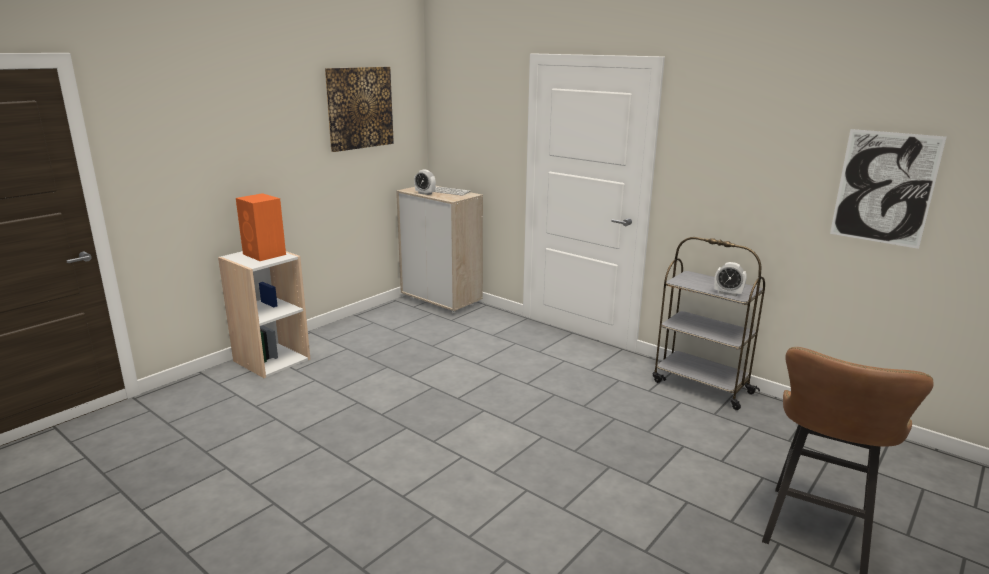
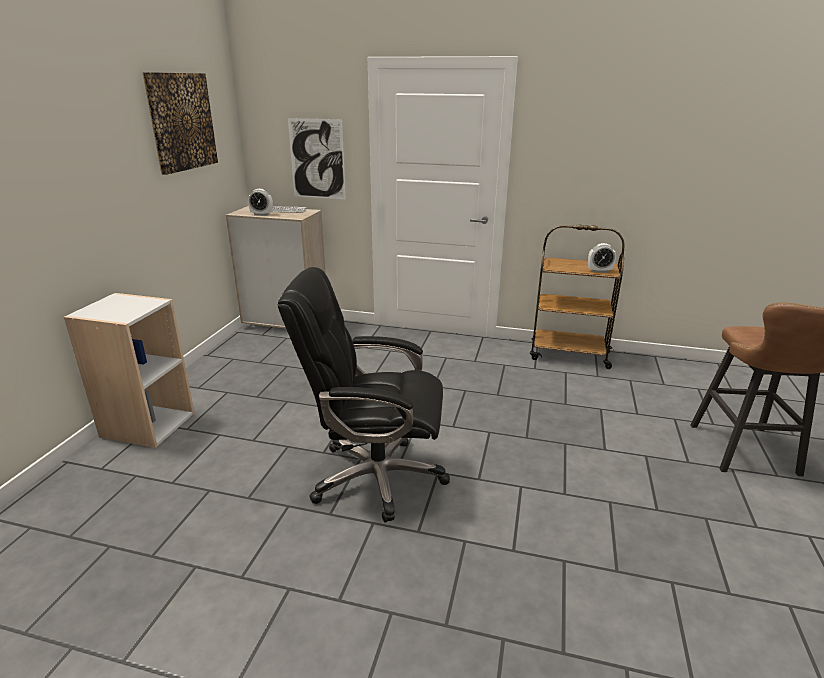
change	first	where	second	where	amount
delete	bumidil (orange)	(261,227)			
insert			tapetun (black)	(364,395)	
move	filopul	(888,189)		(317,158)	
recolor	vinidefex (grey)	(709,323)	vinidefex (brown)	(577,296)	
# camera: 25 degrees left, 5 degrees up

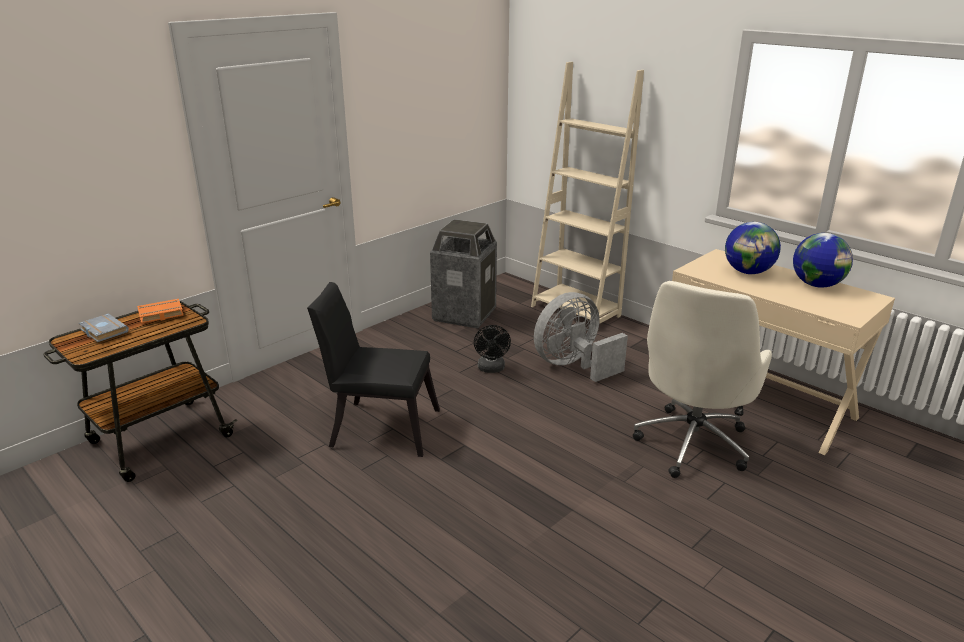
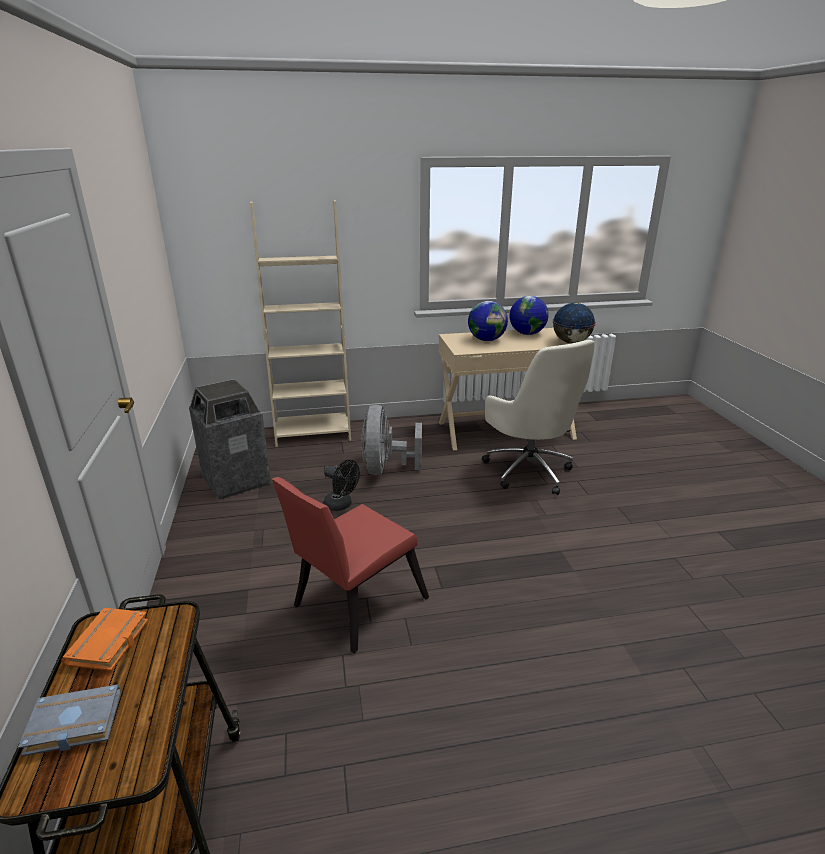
change	first	where	second	where	amount
insert			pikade	(574,323)	
recolor	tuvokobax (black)	(373,369)	tuvokobax (red)	(350,565)	
# camera: 55 degrees left, 0 degrees up

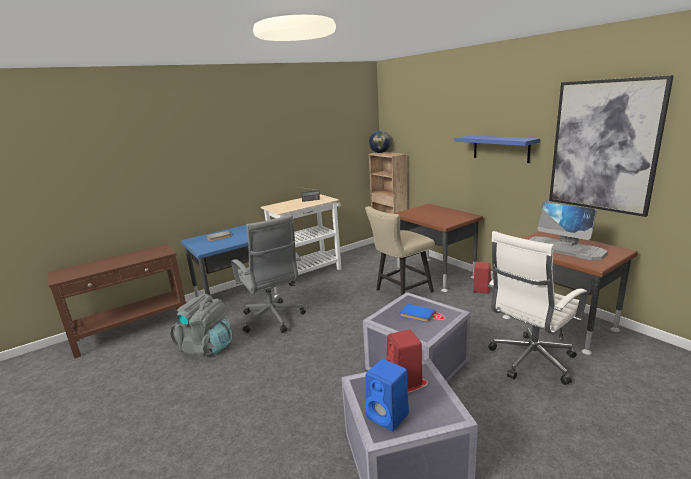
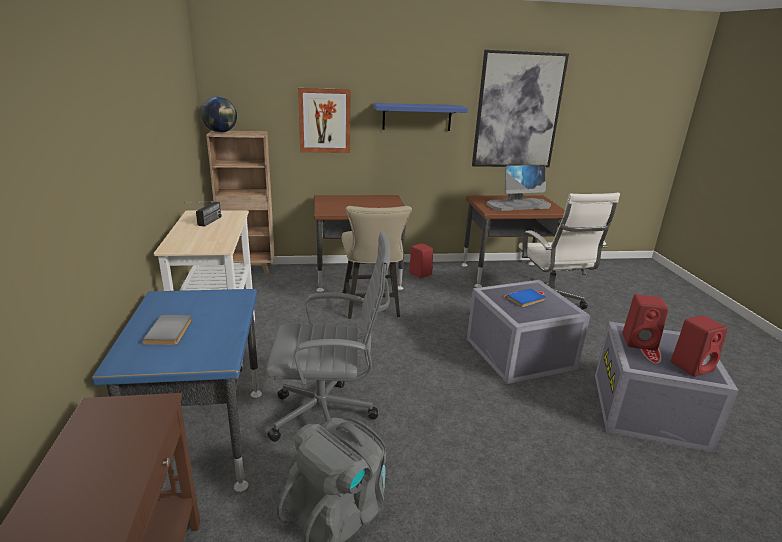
change	first	where	second	where	amount
insert			filopul	(324,120)	
recolor	bumidil (blue)	(387,395)	bumidil (red)	(699,346)	
# camera: 65 degrees left, 5 degrees up

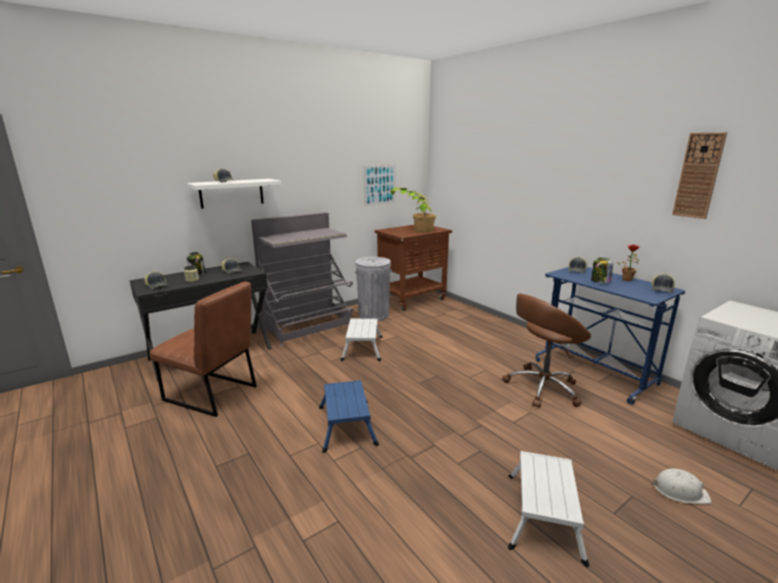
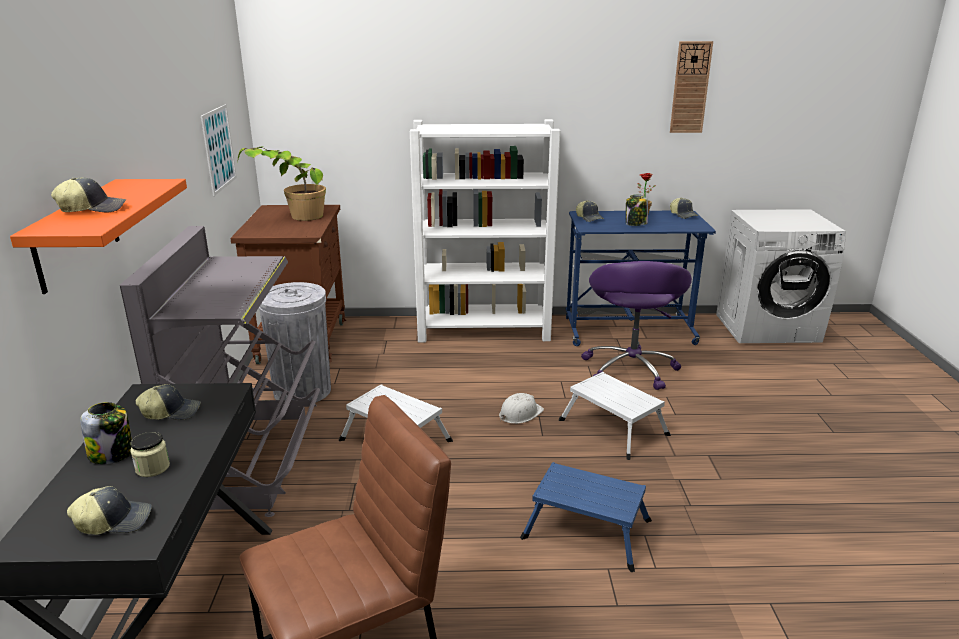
change	first	where	second	where	amount
insert			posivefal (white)	(485,231)	
move	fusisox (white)	(549,509)		(615,416)	
move	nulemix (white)	(681,486)		(521,408)	
recolor	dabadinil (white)	(234,194)	dabadinil (orange)	(98,236)	
recolor	tapetun (brown)	(546,350)	tapetun (purple)	(636,325)	
# camera: 55 degrees left, 5 degrees up

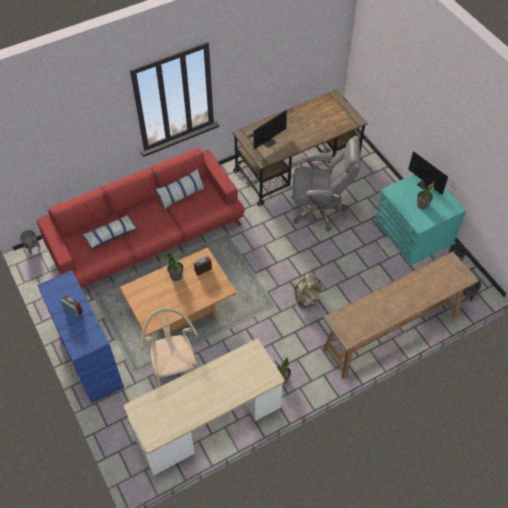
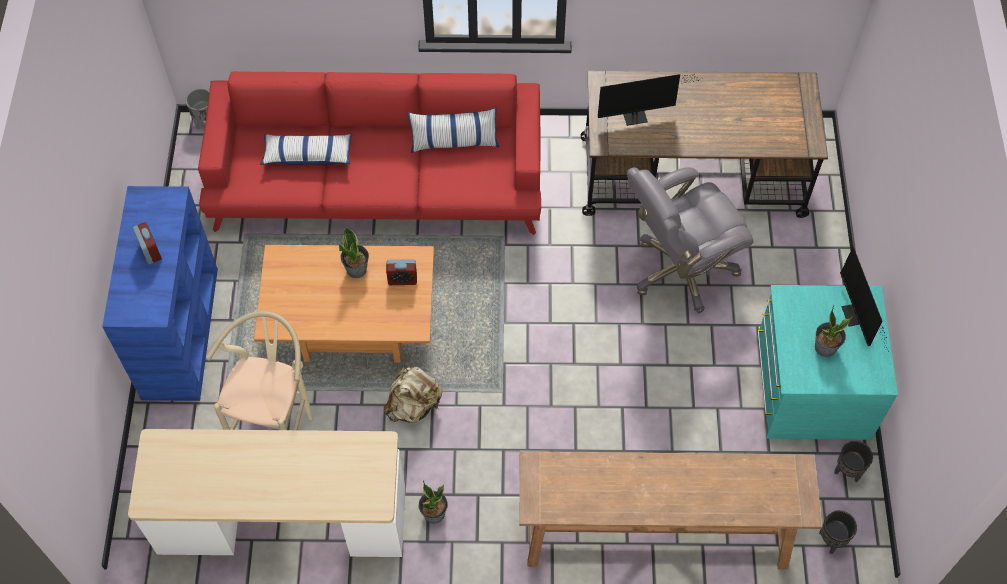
change	first	where	second	where	amount
move	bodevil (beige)	(307,291)		(413,394)	
rotate	tapetun (grey)	(326,183)		(690,240)	120 degrees clockwise
# camera: 30 degrees right, 5 degrees up

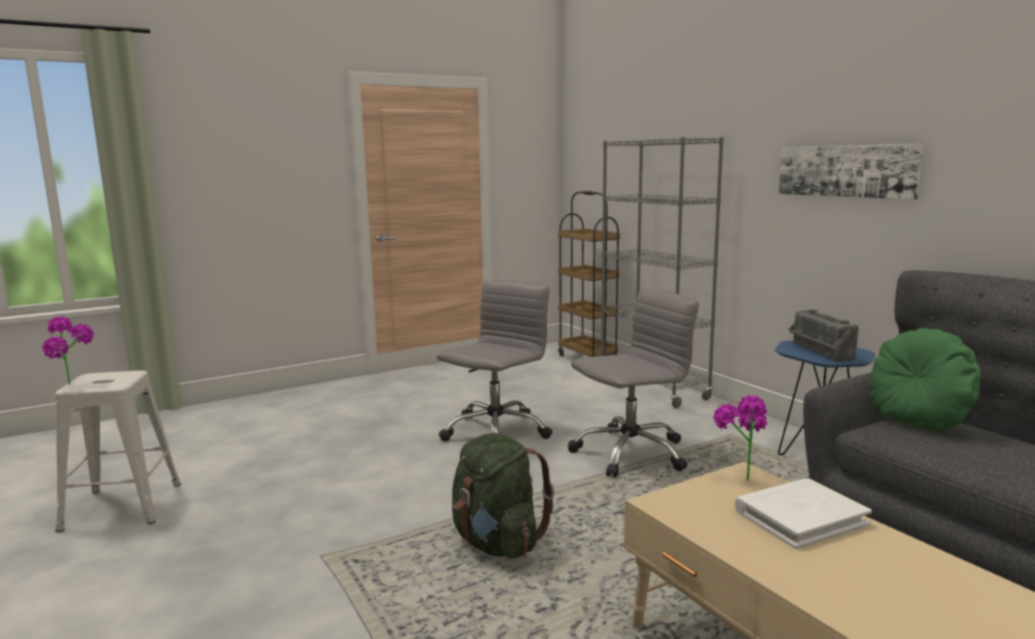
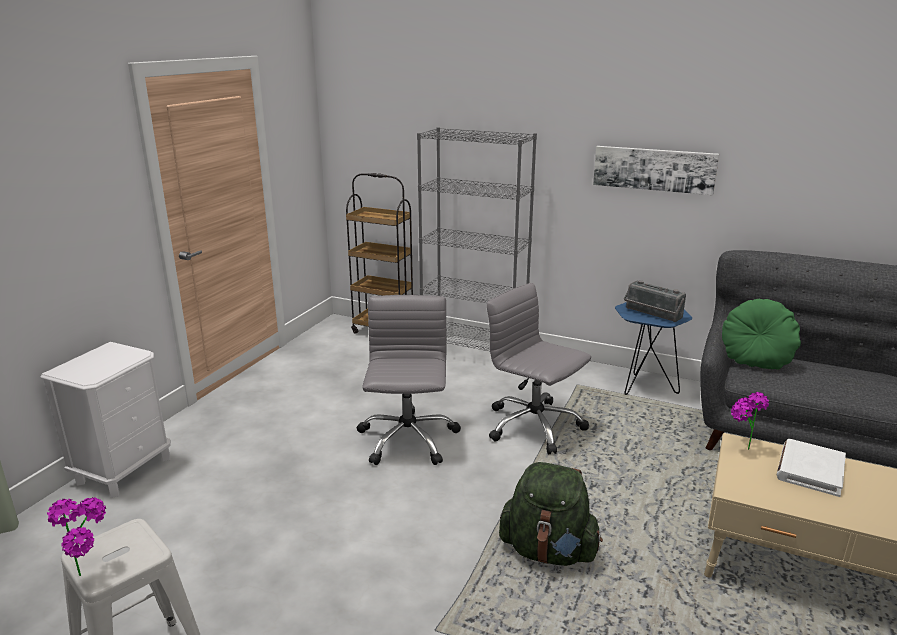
change	first	where	second	where	amount
insert			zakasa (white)	(105,420)	
rotate	tapetun (grey)	(633,382)		(539,368)	75 degrees counterclockwise
# camera: 35 degrees left, 10 degrees up

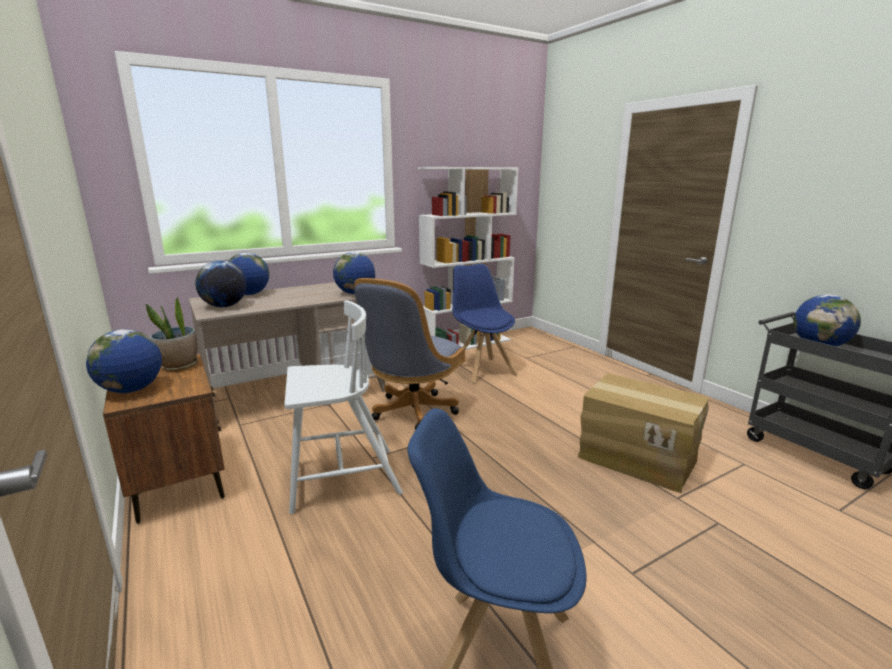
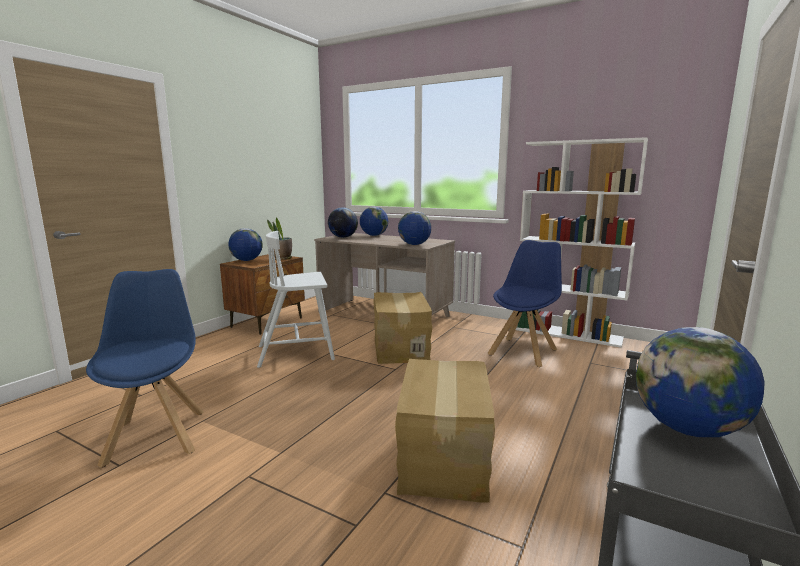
change	first	where	second	where	amount
replace	tapetun (blue)	(409,354)	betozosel	(402,328)	
rotate	tuvokobax (white)	(343,407)		(296,299)	120 degrees clockwise
# camera: 60 degrees right, 5 degrees down

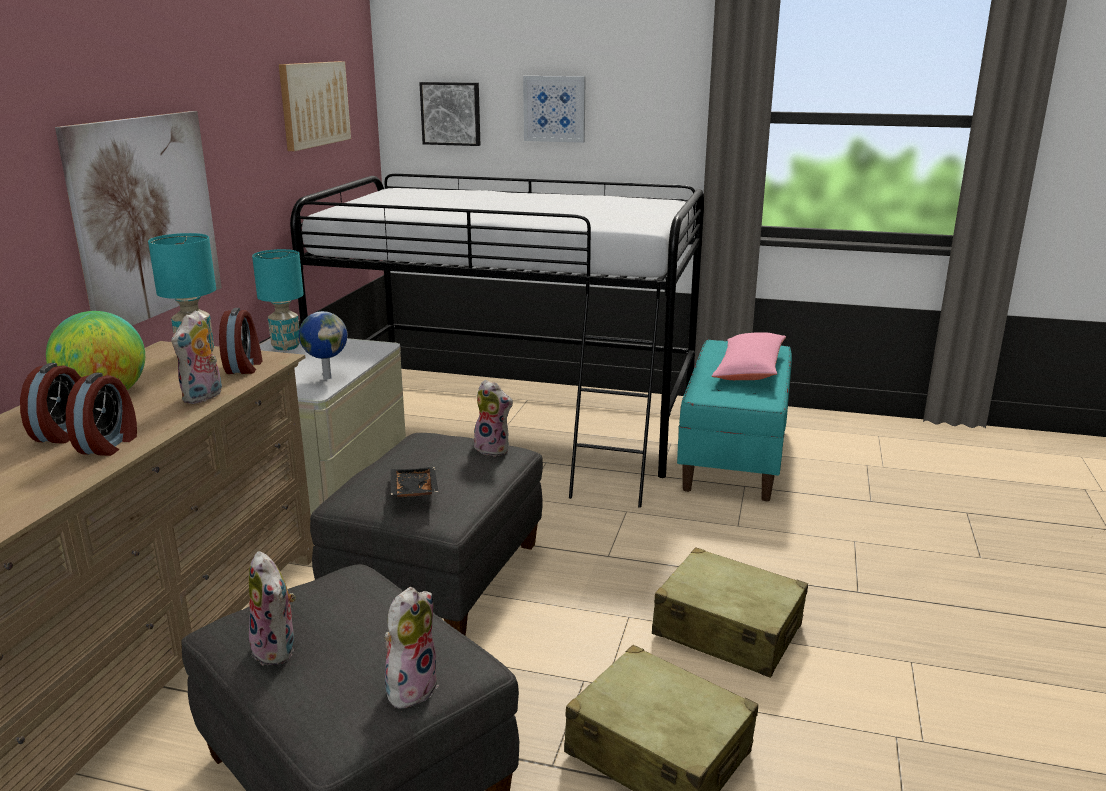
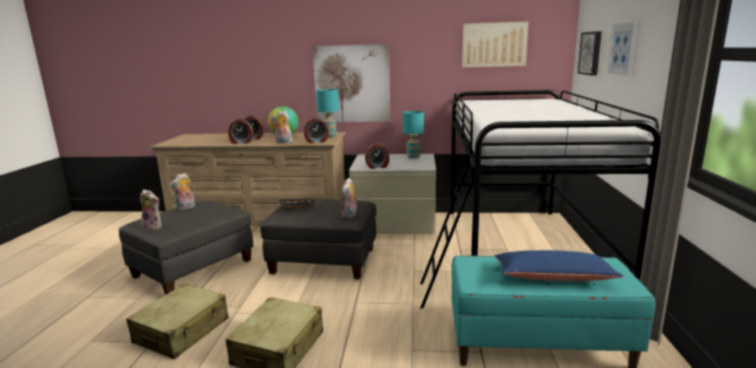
change	first	where	second	where	amount
replace	pikade	(323,345)	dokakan	(377,156)	
recolor	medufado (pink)	(749,356)	medufado (blue)	(559,265)	
# camera: 80 degrees right, 5 degrees down

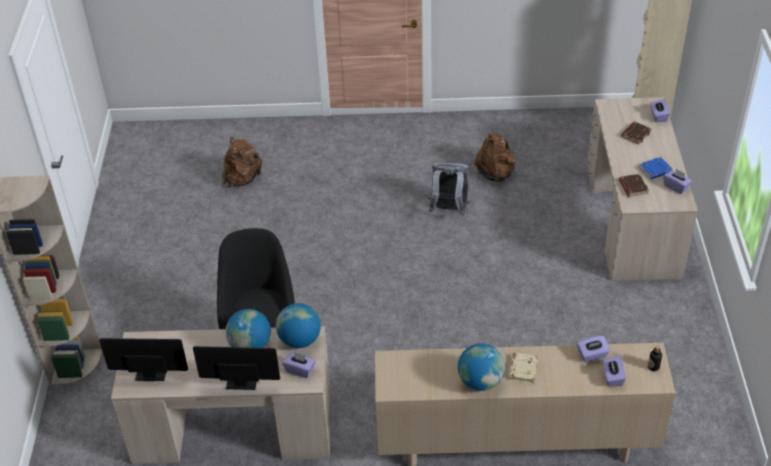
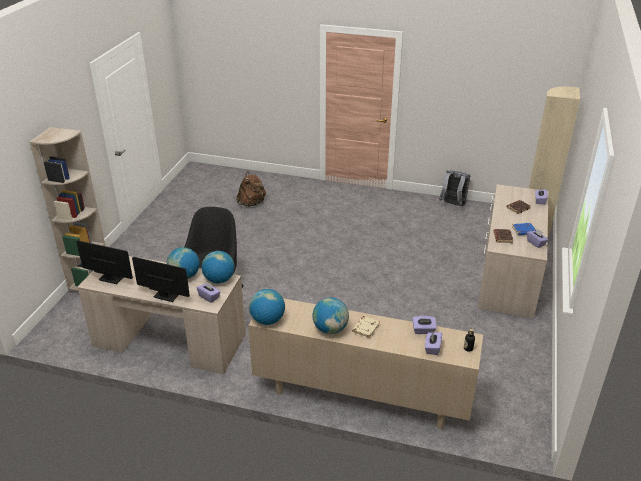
change	first	where	second	where	amount
delete	bodevil (brown)	(495,157)			
insert			pikade	(267,307)	
move	bodevil (grey)	(449,189)		(454,188)	
# camera: 15 degrees right, 10 degrees down

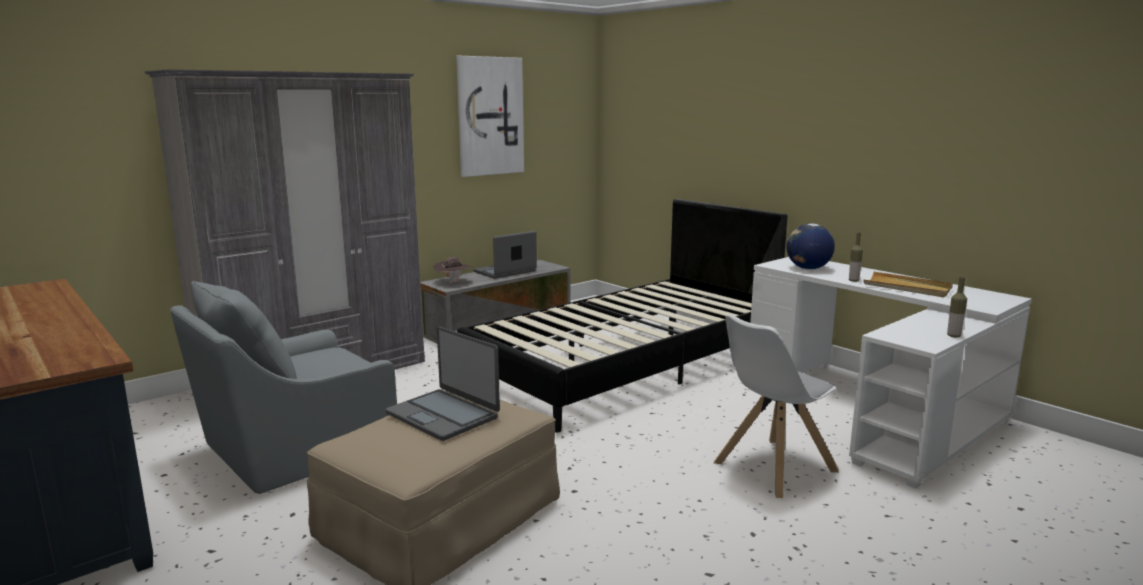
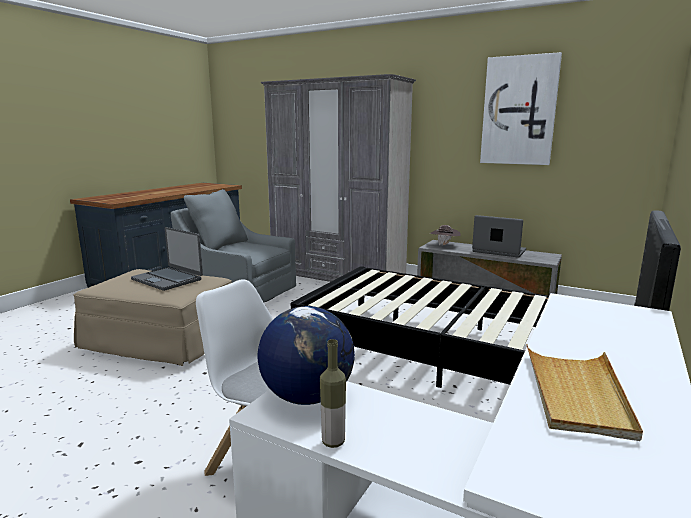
change	first	where	second	where	amount
delete	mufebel	(856,257)			
move	pikade	(811,246)		(306,355)	
rotate	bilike	(442,383)		(167,259)	75 degrees counterclockwise
# camera: 70 degrees right, 0 degrees up

